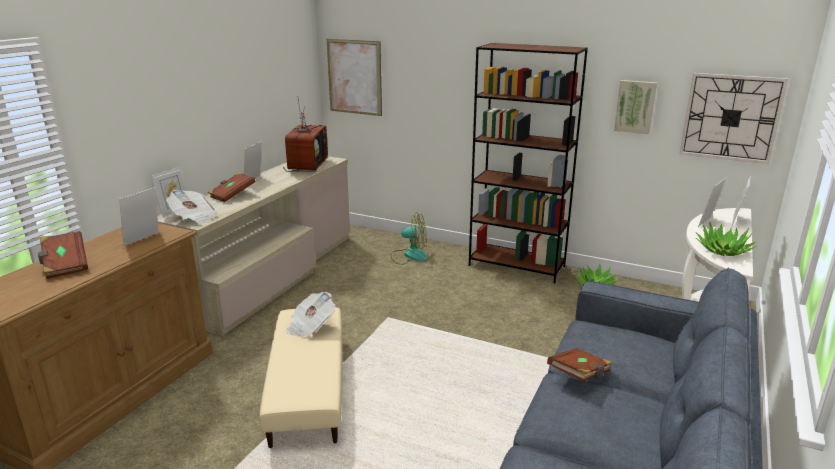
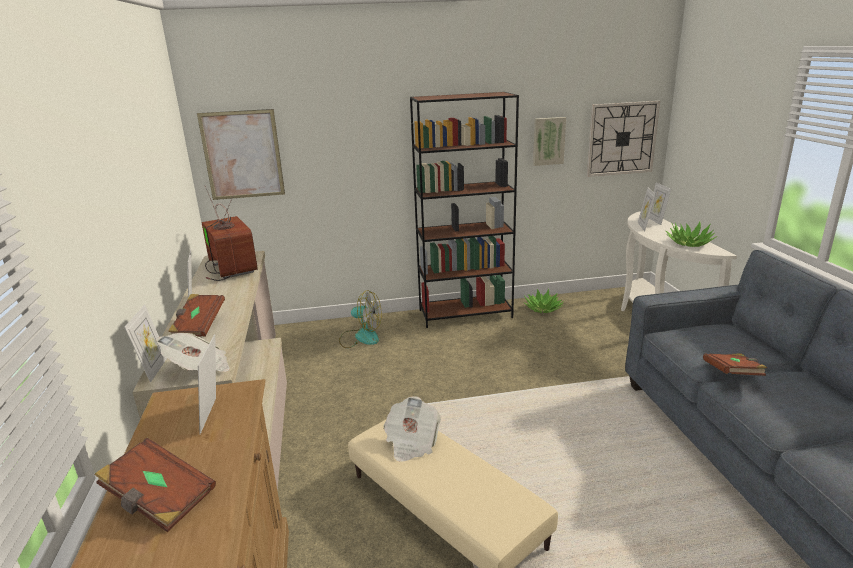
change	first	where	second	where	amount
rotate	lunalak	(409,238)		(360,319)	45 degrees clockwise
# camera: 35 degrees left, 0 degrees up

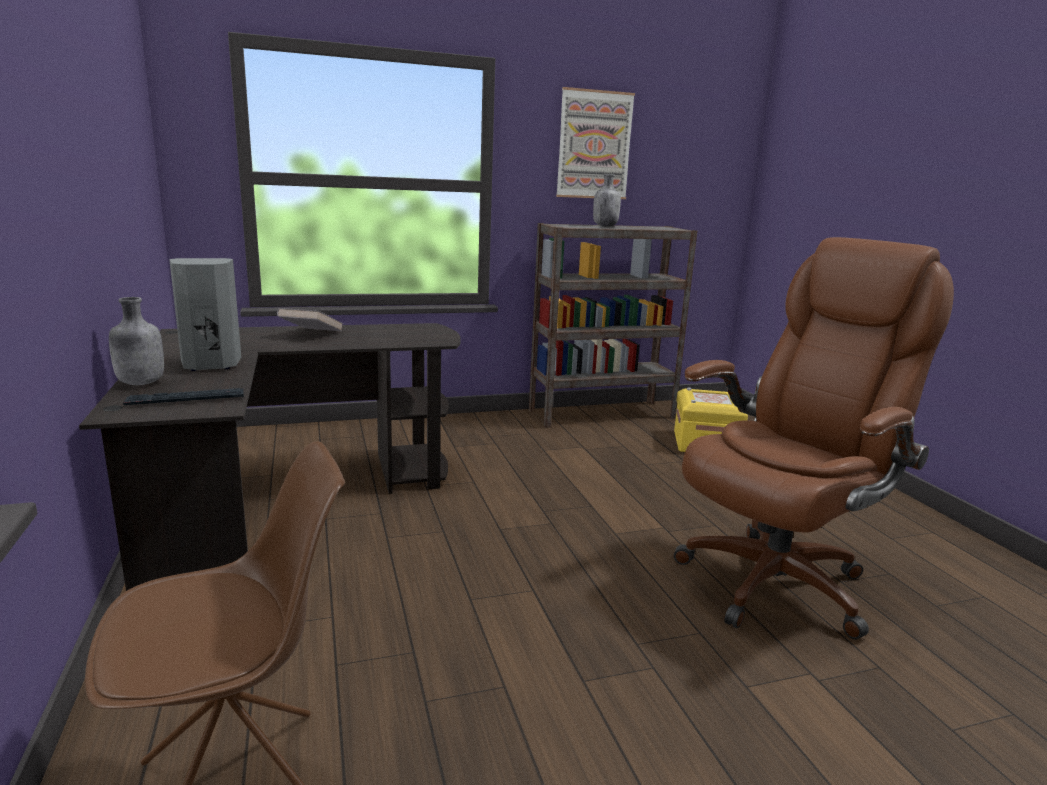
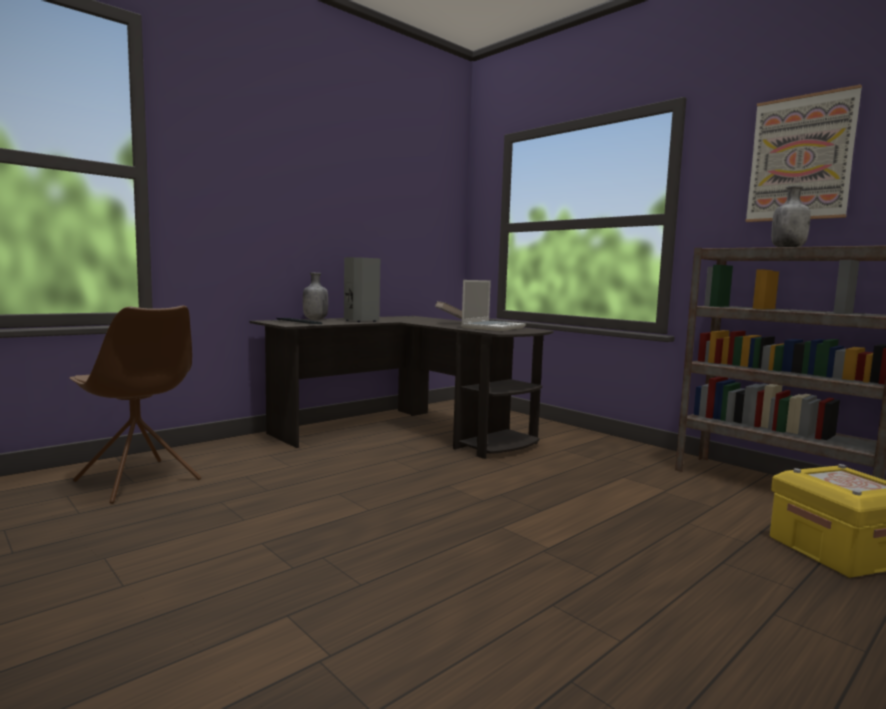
change	first	where	second	where	amount
delete	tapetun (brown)	(814,438)			
insert			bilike	(493,305)	
# camera: 65 degrees right, 10 degrees down

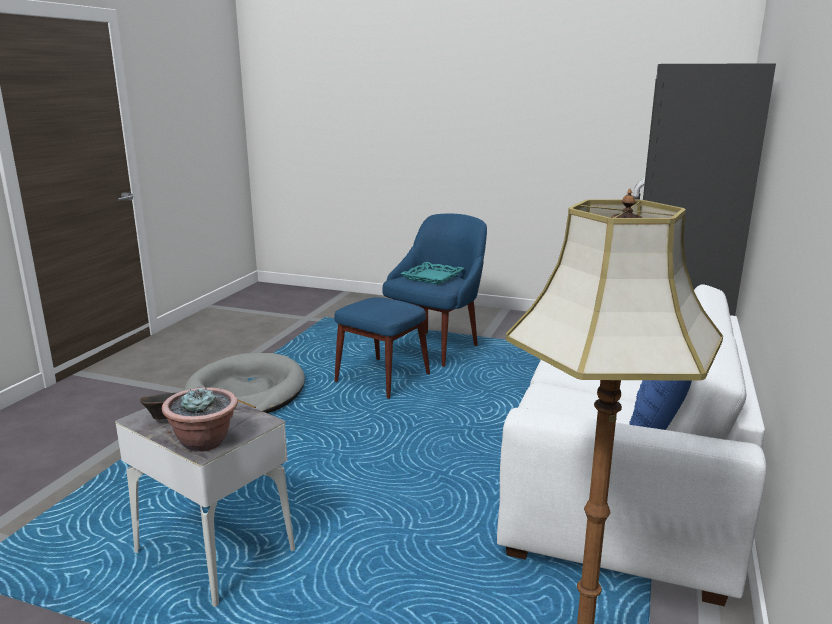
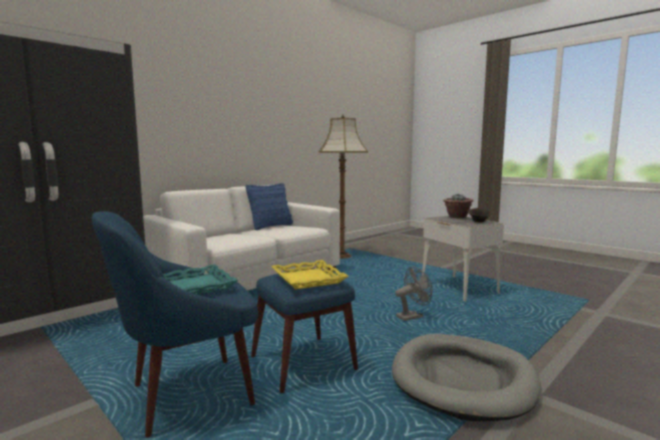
change	first	where	second	where	amount
insert			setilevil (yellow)	(309,274)	
insert			lunalak (grey)	(413,293)	
# camera: 155 degrees left, 10 degrees down

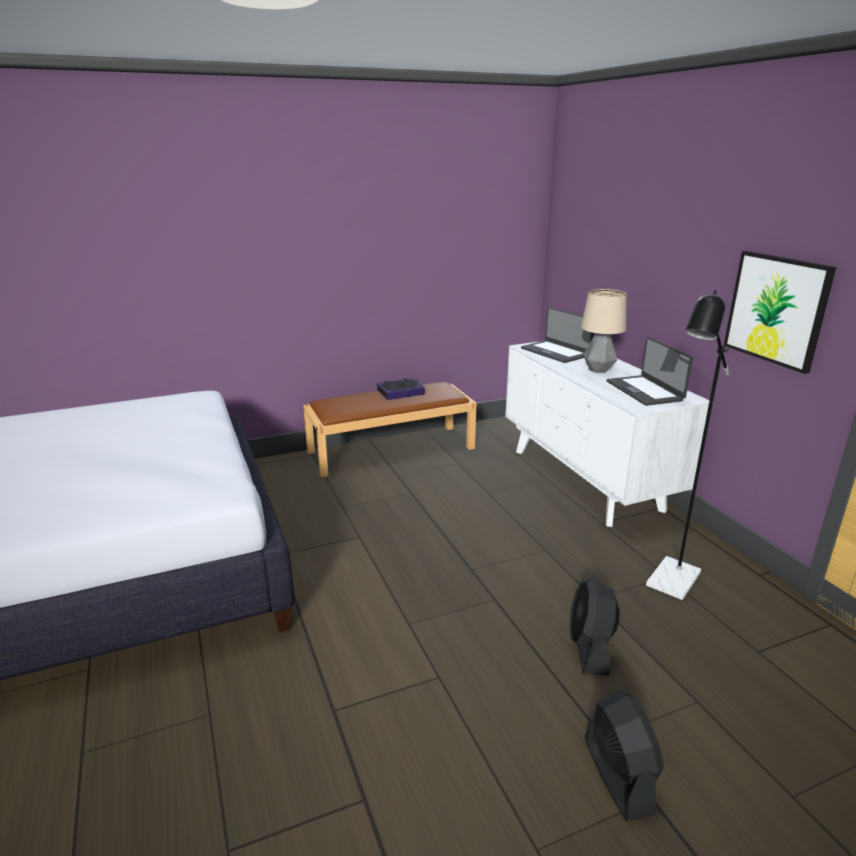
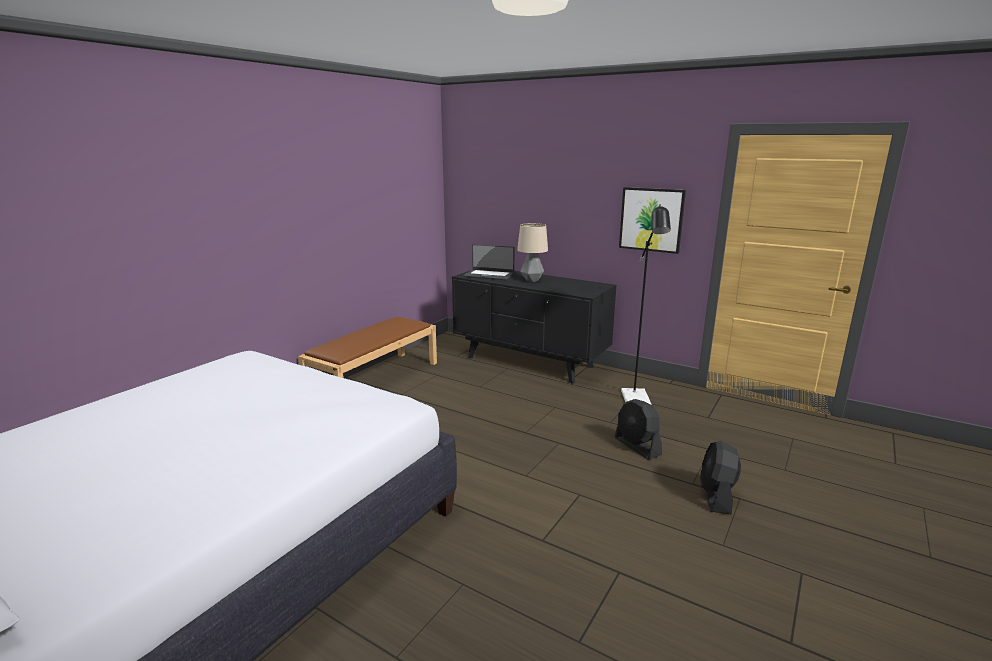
change	first	where	second	where	amount
delete	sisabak	(400,389)			
delete	bilike	(650,371)			
recolor	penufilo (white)	(609,434)	penufilo (black)	(534,327)	
rotate	lunalak (black)	(624,755)		(720,477)	120 degrees counterclockwise
# camera: 35 degrees left, 5 degrees down

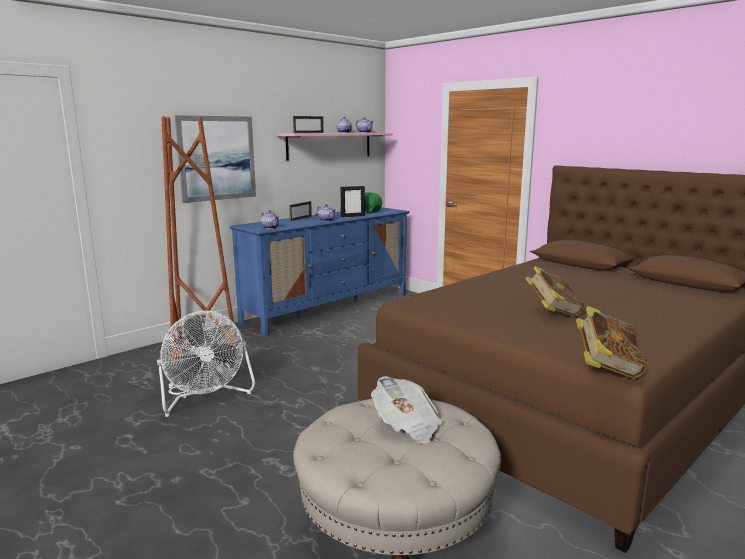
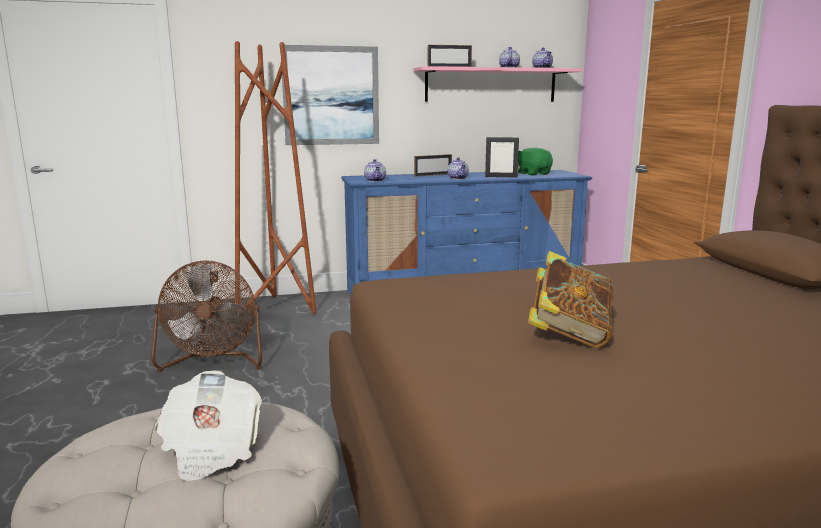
change	first	where	second	where	amount
delete	sisabak	(611,342)			
recolor	lunalak (white)	(206,364)	lunalak (brown)	(206,316)	
# camera: 30 degrees right, 0 degrees up

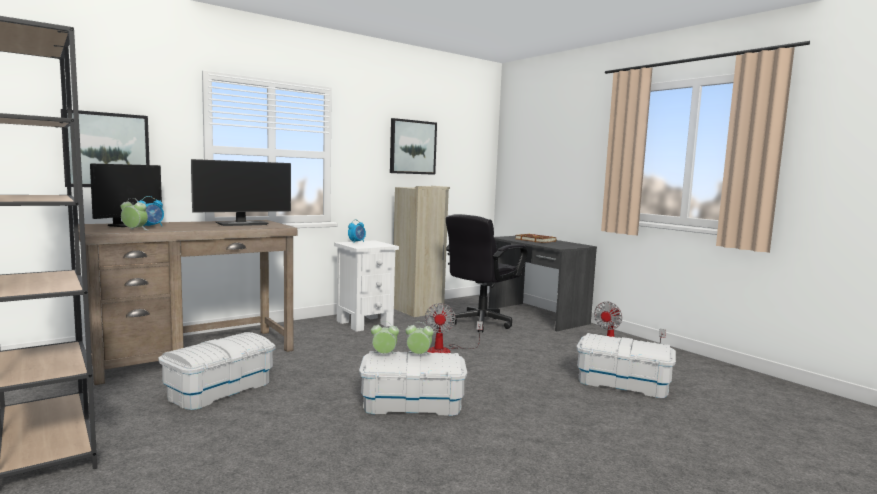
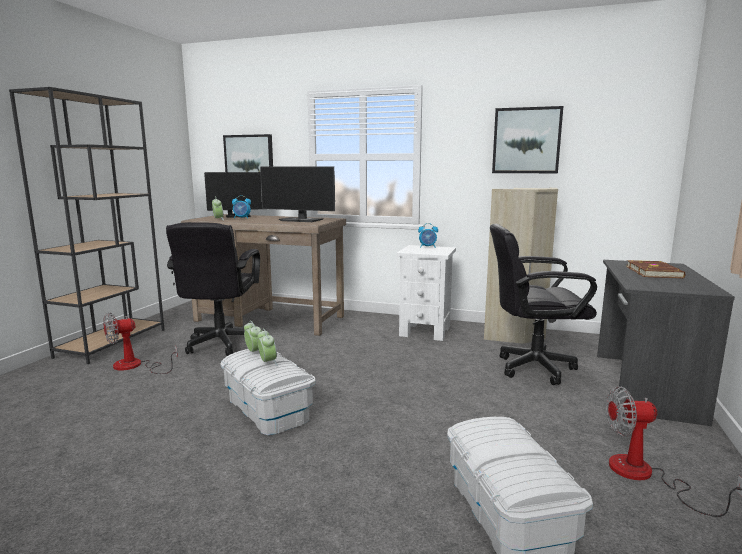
change	first	where	second	where	amount
move	lunalak	(454,328)		(140,343)	
replace	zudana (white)	(217,371)	tapetun (black)	(213,289)	
# camera: 55 degrees right, 5 degrees up

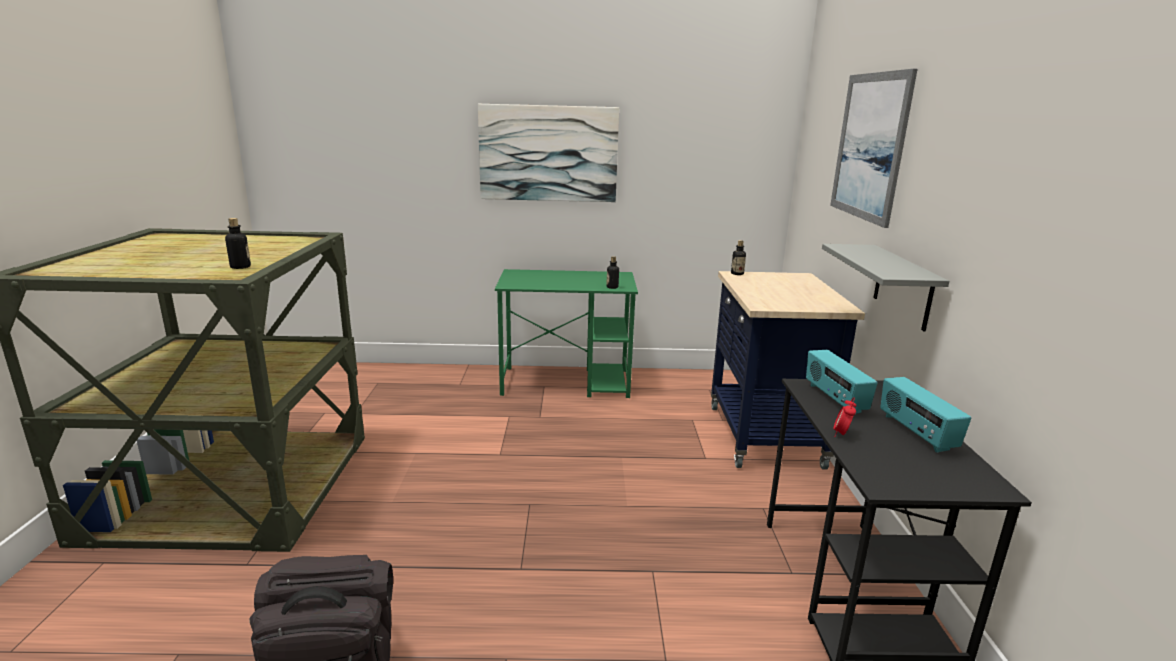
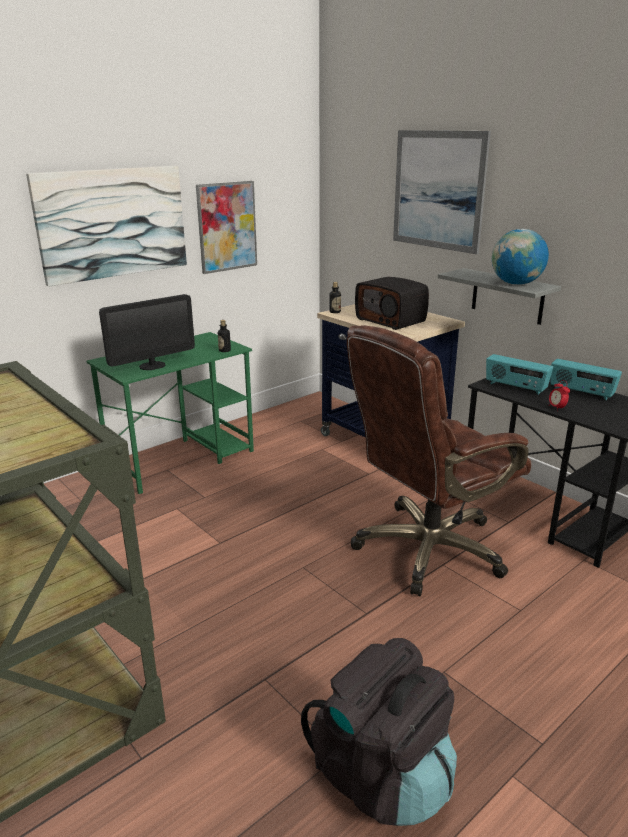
change	first	where	second	where	amount
delete	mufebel	(238,243)			
insert			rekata	(147,332)	
insert			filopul	(226,227)	
insert			tapetun (brown)	(439,460)	
insert			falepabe	(392,303)	
insert			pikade	(520,257)	
# camera: 40 degrees left, 5 degrees up

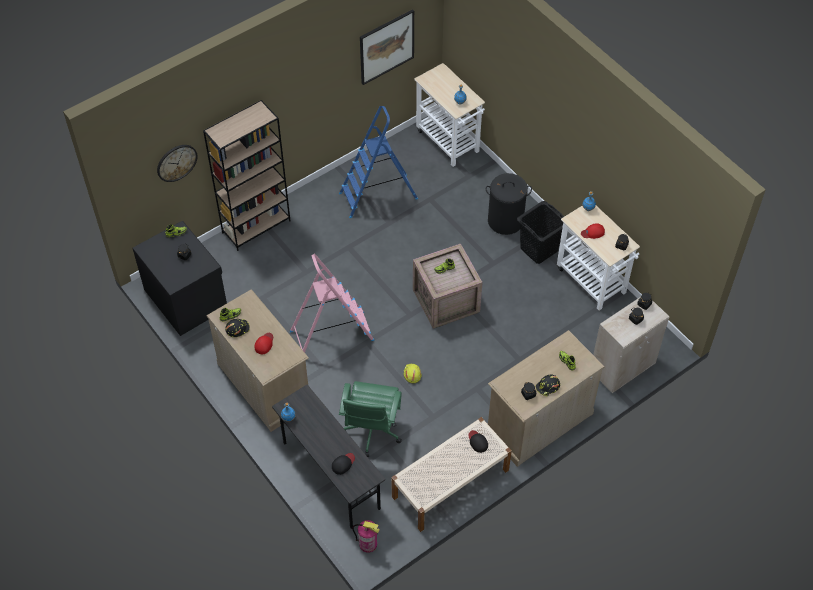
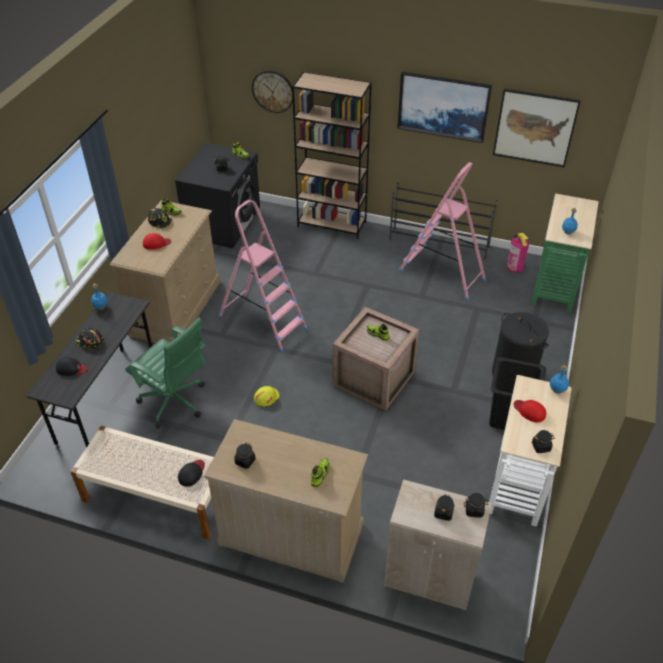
change	first	where	second	where	amount
insert			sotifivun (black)	(443,220)	
insert			filopul	(444,107)	
move	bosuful	(366,536)		(518,253)	
move	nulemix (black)	(547,385)		(90,338)	
recolor	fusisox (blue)	(378,162)	fusisox (pink)	(442,231)	
recolor	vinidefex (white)	(449,115)	vinidefex (green)	(564,253)	
rotate	tapetun (green)	(370,419)		(165,373)	120 degrees counterclockwise
# camera: 55 degrees right, 10 degrees down

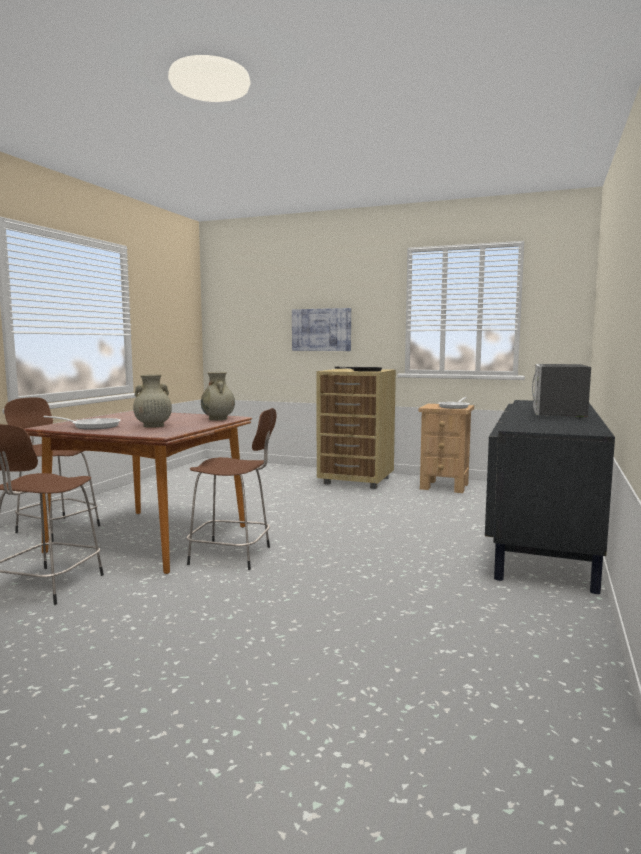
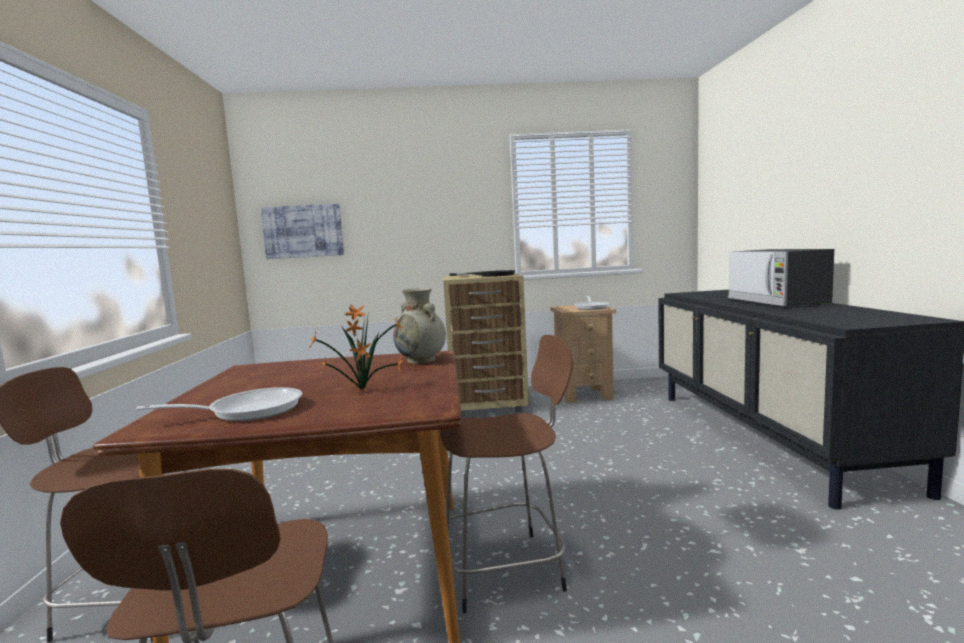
change	first	where	second	where	amount
move	filopul	(321,329)		(302,231)	
replace	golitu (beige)	(152,401)	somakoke	(354,347)	
# camera: 25 degrees left, 0 degrees up

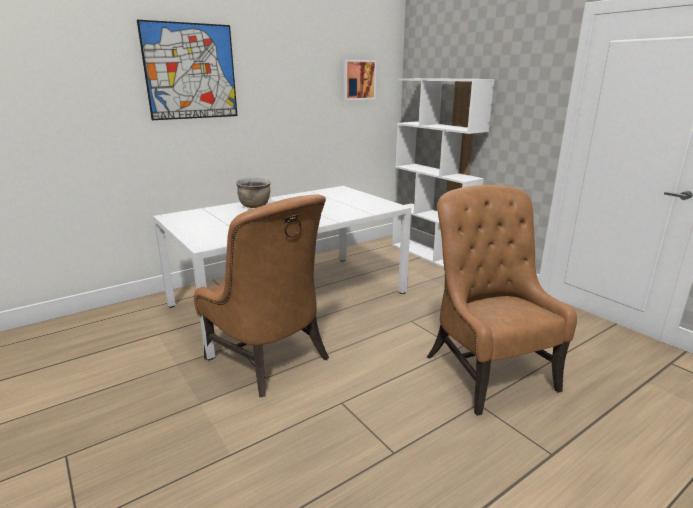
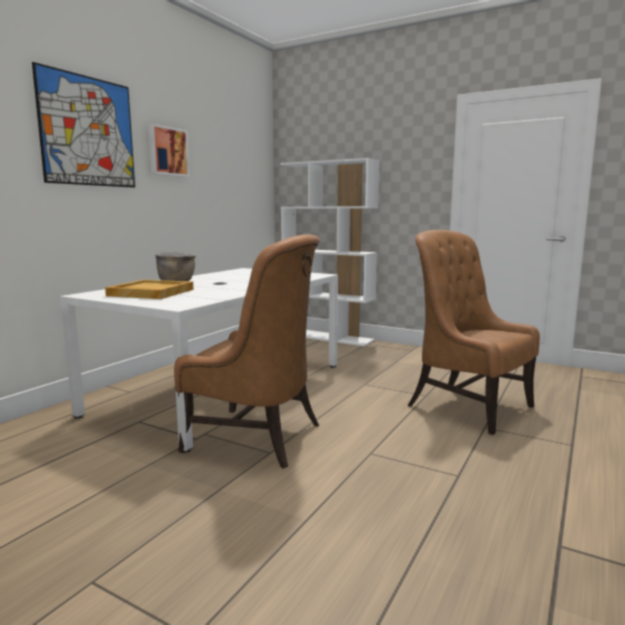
change	first	where	second	where	amount
insert			setilevil (beige)	(149,289)	
move	filopul	(359,80)		(168,150)	
# camera: 25 degrees left, 10 degrees down

